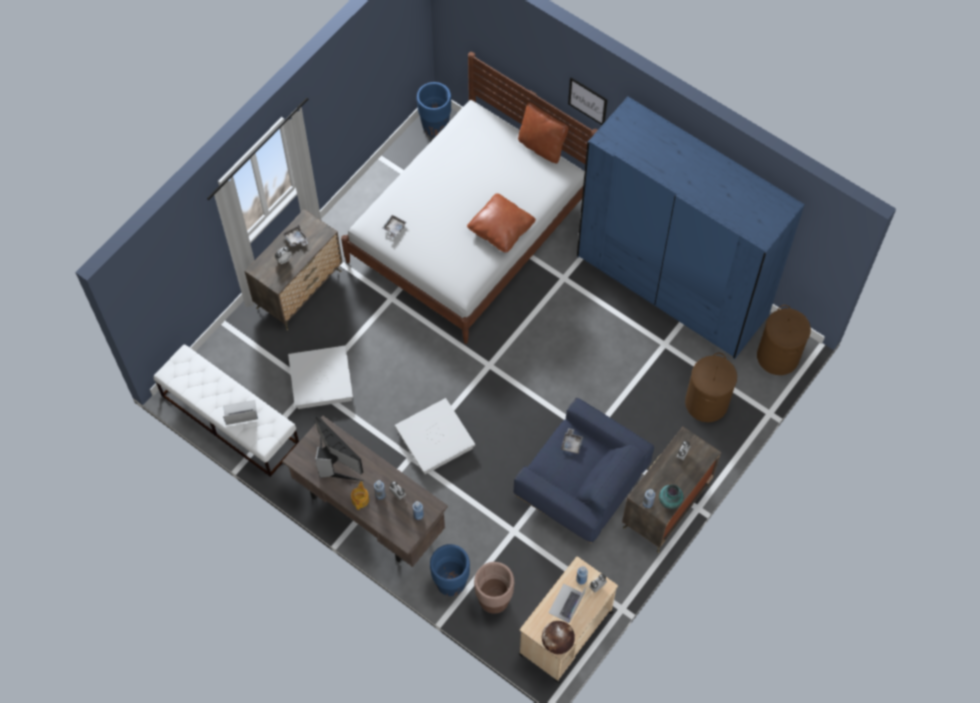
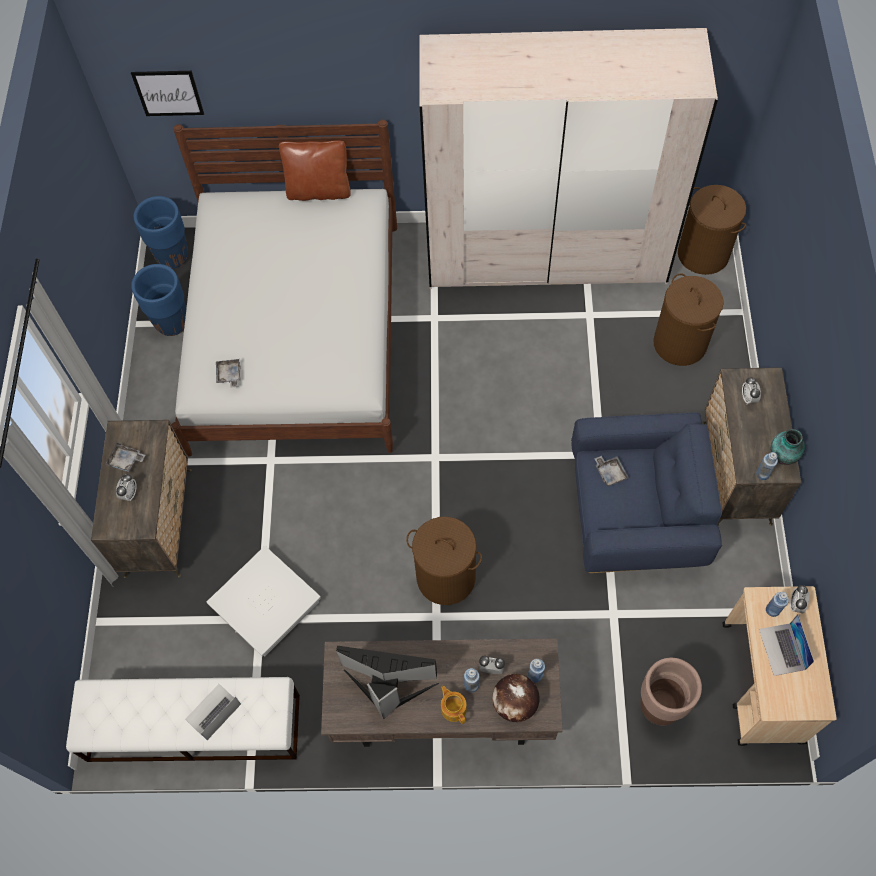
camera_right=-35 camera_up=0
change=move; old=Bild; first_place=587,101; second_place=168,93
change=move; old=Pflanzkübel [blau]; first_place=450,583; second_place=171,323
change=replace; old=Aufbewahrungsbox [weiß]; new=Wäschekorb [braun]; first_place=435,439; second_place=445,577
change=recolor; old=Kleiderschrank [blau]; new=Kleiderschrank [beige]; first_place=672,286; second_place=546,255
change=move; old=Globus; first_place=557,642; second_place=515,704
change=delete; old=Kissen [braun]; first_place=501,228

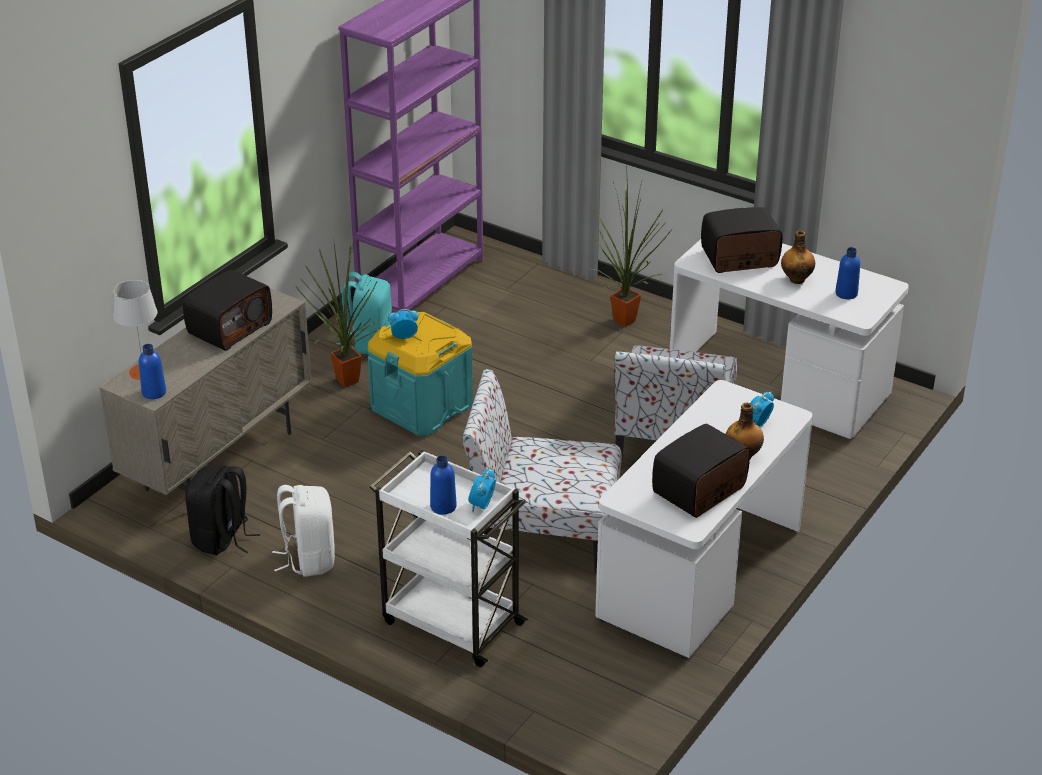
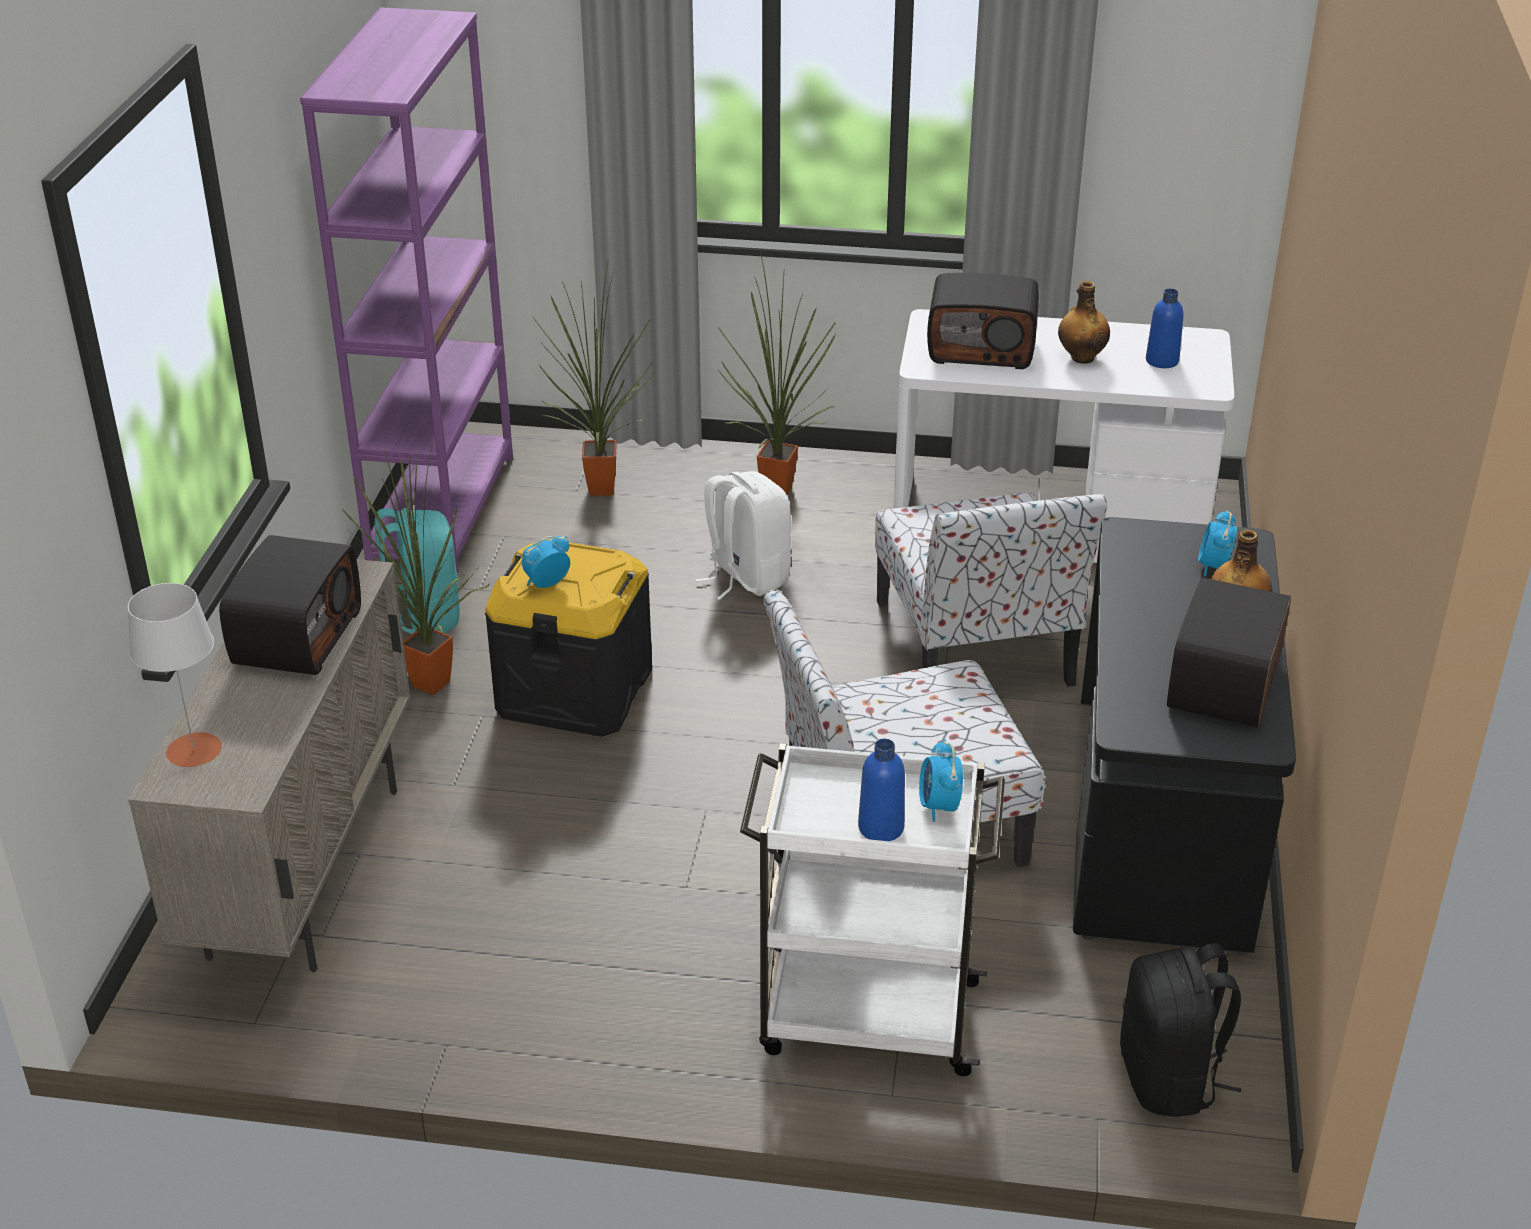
camera_right=-25 camera_up=0
change=recolor; old=Aufbewahrungsbox [türkis]; new=Aufbewahrungsbox [schwarz]; first_place=422,406; second_place=574,691
change=insert; new=Topfpflanze; second_place=600,493
change=move; old=Rucksack [weiß]; first_place=308,559; second_place=745,577
change=rotate; old=Radio; first_place=739,259; second_place=982,348; degrees=-135
change=recolor; old=Schreibtisch [weiß]; new=Schreibtisch [schwarz]; first_place=700,575; second_place=1163,822
change=move; old=Rucksack [schwarz]; first_place=222,539; second_place=1170,1079
change=delete; old=Flasche [blau]; first_place=154,392

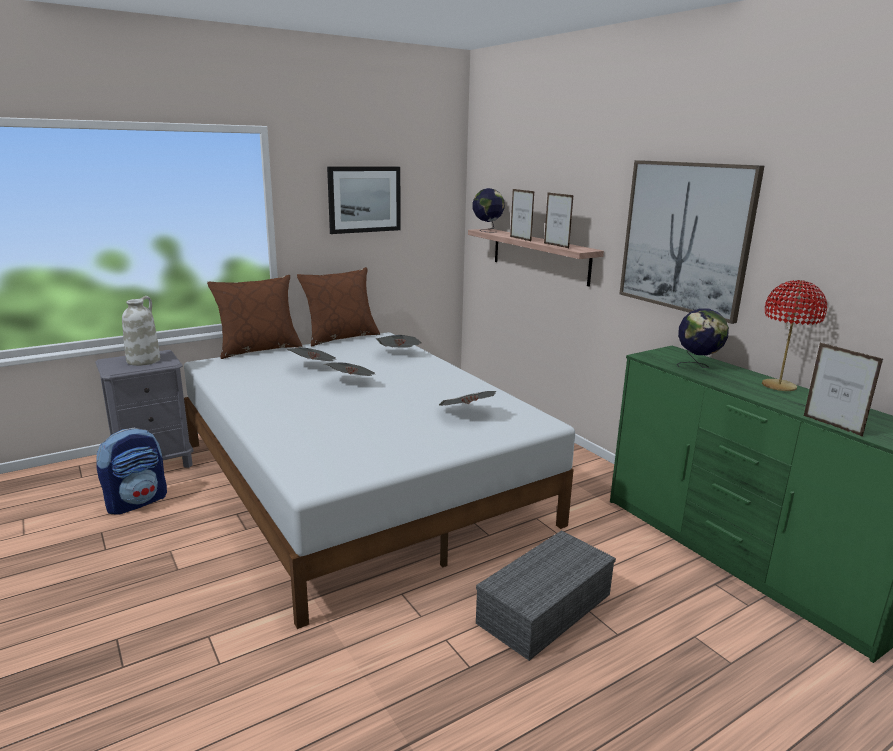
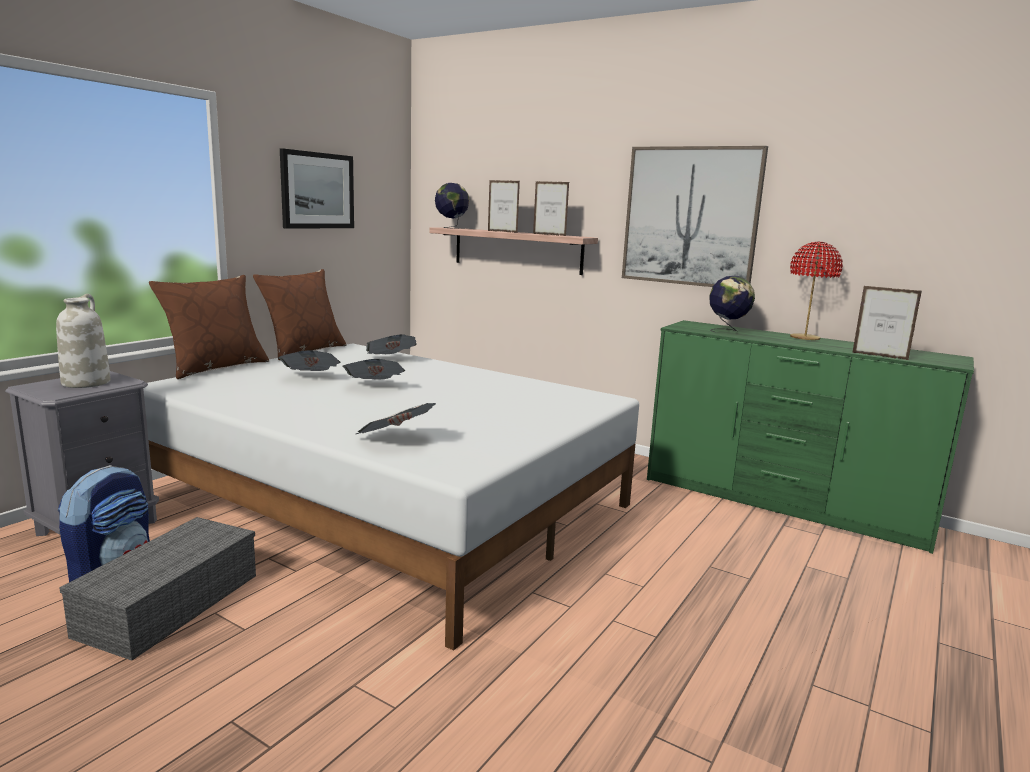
camera_right=-25 camera_up=-5
change=move; old=Aufbewahrungsbox [grau]; first_place=545,606; second_place=170,602
change=move; old=Zeitung; first_place=466,413; second_place=395,439

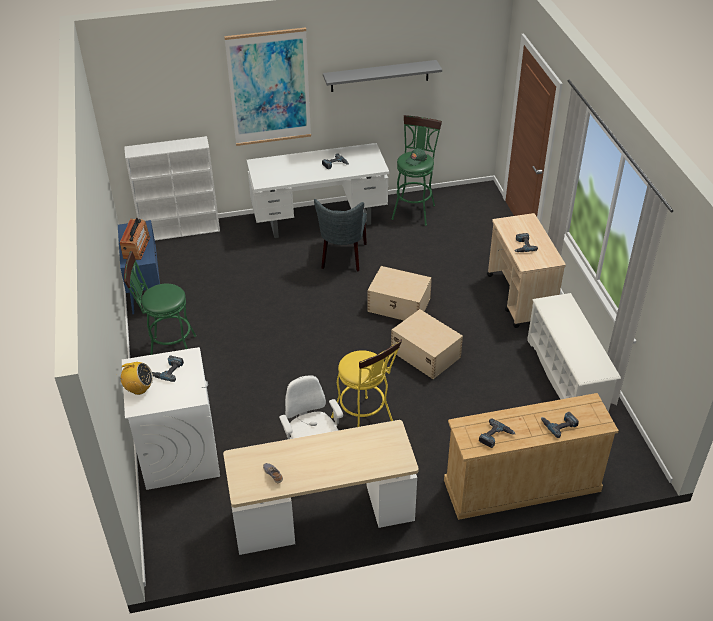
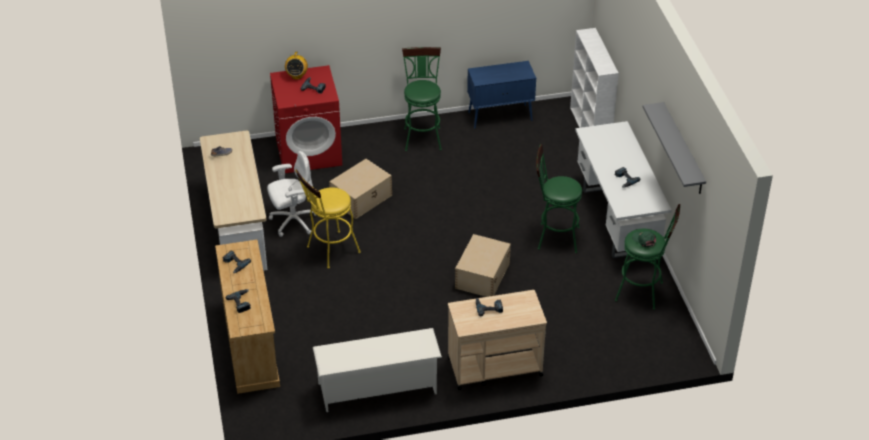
camera_right=90 camera_up=0
change=recolor; old=Waschmaschine [weiß]; new=Waschmaschine [rot]; first_place=179,453; second_place=309,151
change=move; old=Aufbewahrungsbox [beige]; first_place=425,353; second_place=362,198
change=replace; old=Stuhl [grau]; new=Hocker [grün]; first_place=343,258; second_place=554,237
change=delete; old=Radio; first_place=136,247
change=delete; old=Bild; first_place=269,87

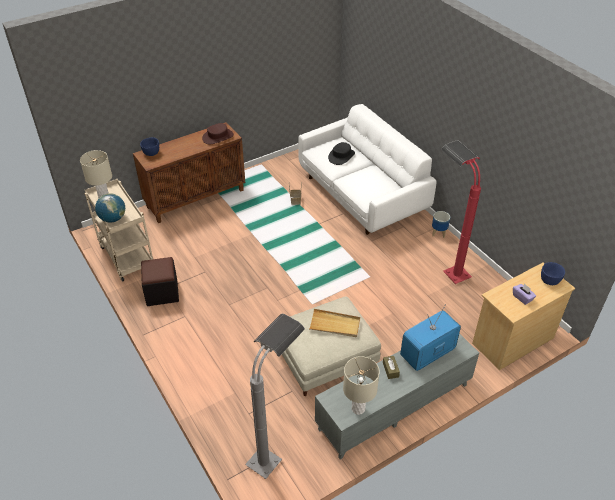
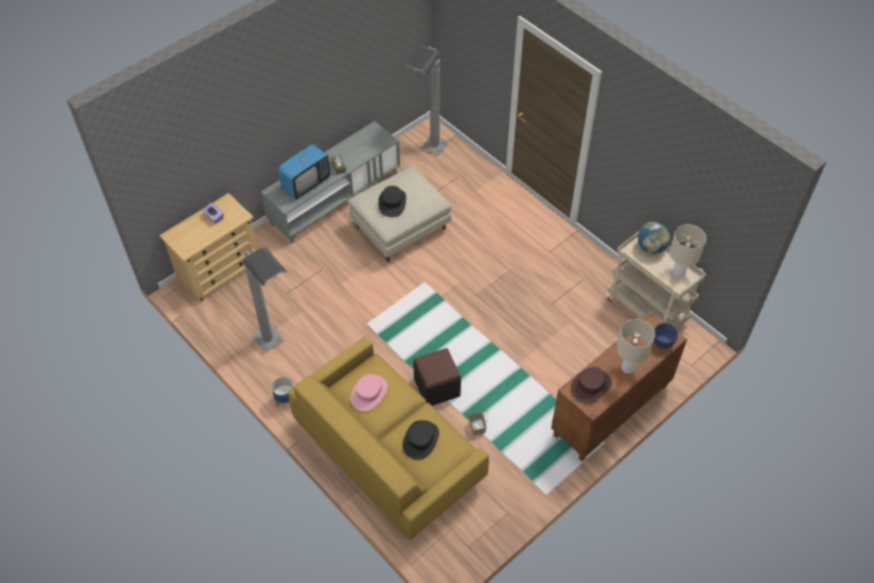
camera_right=170 camera_up=10
change=recolor; old=Stehlampe [rot]; new=Stehlampe [grau]; first_place=447,266; second_place=278,351
change=recolor; old=Sofa [weiß]; new=Sofa [gelb]; first_place=362,194; second_place=388,454
change=insert; new=Hut [rosa]; second_place=369,393
change=replace; old=Tablett [beige]; new=Hut [schwarz]; first_place=335,325; second_place=392,203
change=move; old=Polsterhocker [schwarz]; first_place=162,293; second_place=437,387
change=move; old=Tischlampe [beige]; first_place=358,409; second_place=628,367
change=delete; old=Schüssel [blau]; first_place=550,280

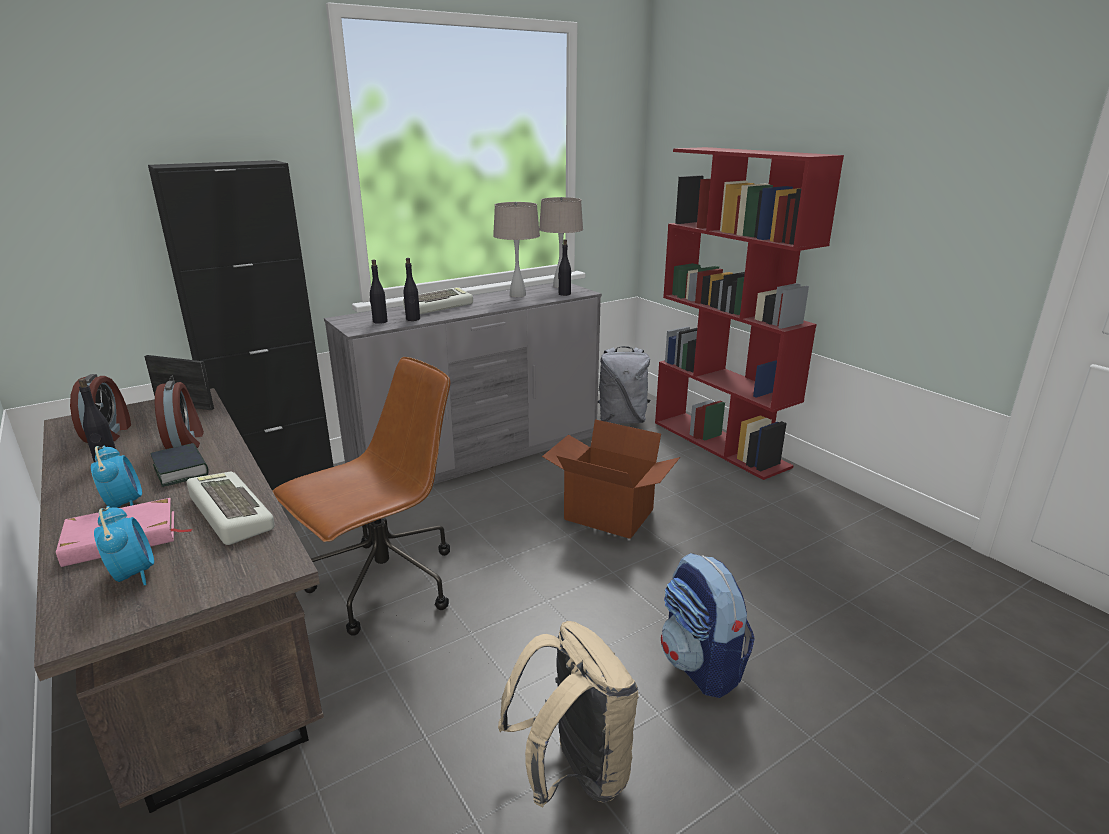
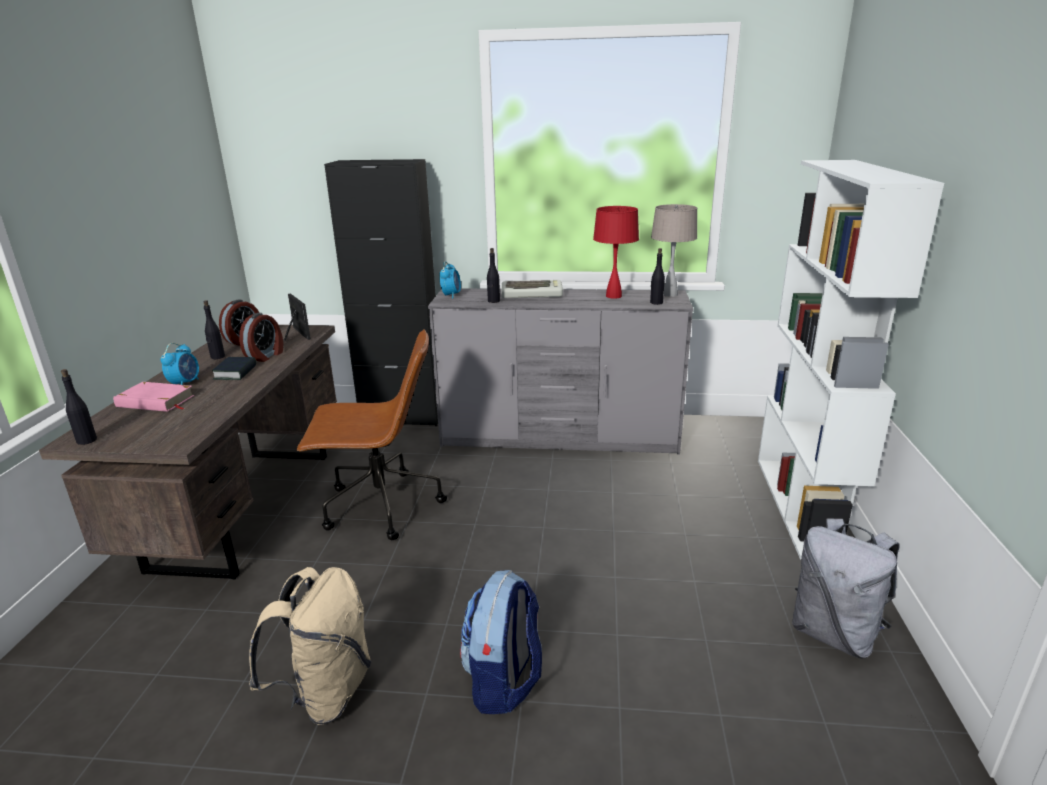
camera_right=40 camera_up=0
change=move; old=Flasche [schwarz]; first_place=380,321; second_place=86,440
change=move; old=Wecker; first_place=133,574; second_place=451,295
change=recolor; old=Tischlampe [beige]; new=Tischlampe [rot]; first_place=518,295; second_place=614,296
change=recolor; old=Bücherregal [rot]; new=Bücherregal [weiß]; first_place=720,444; second_place=802,506
change=move; old=Rucksack [grau]; first_place=622,420; second_place=834,633
change=delete; old=Tastatur; first_place=227,514
change=delete; old=Karton; first_place=608,515

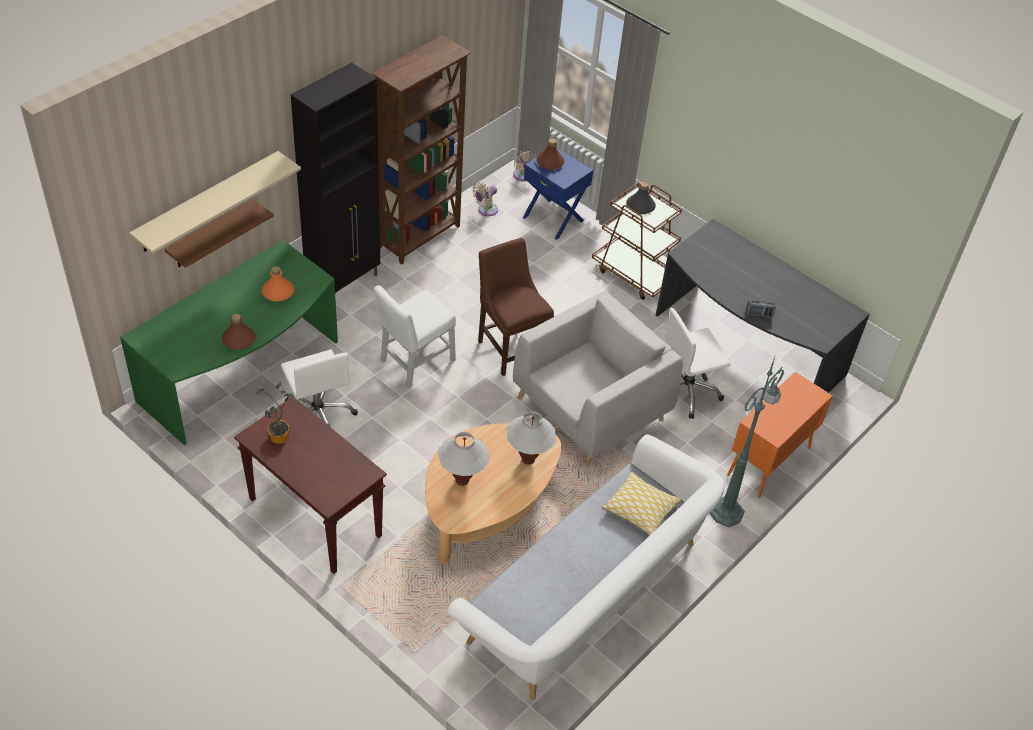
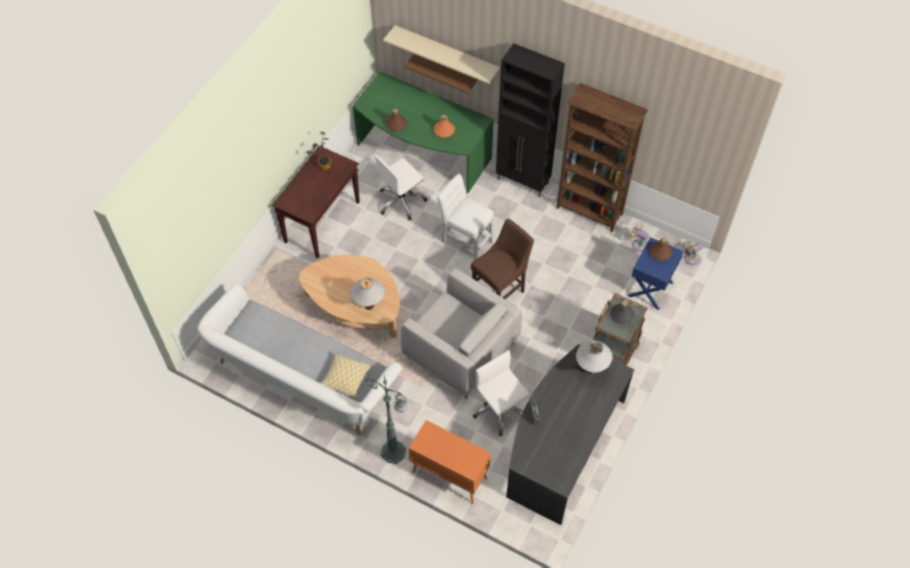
camera_right=80 camera_up=10
change=move; old=Tischlampe [weiß]; first_place=462,480; second_place=591,370

